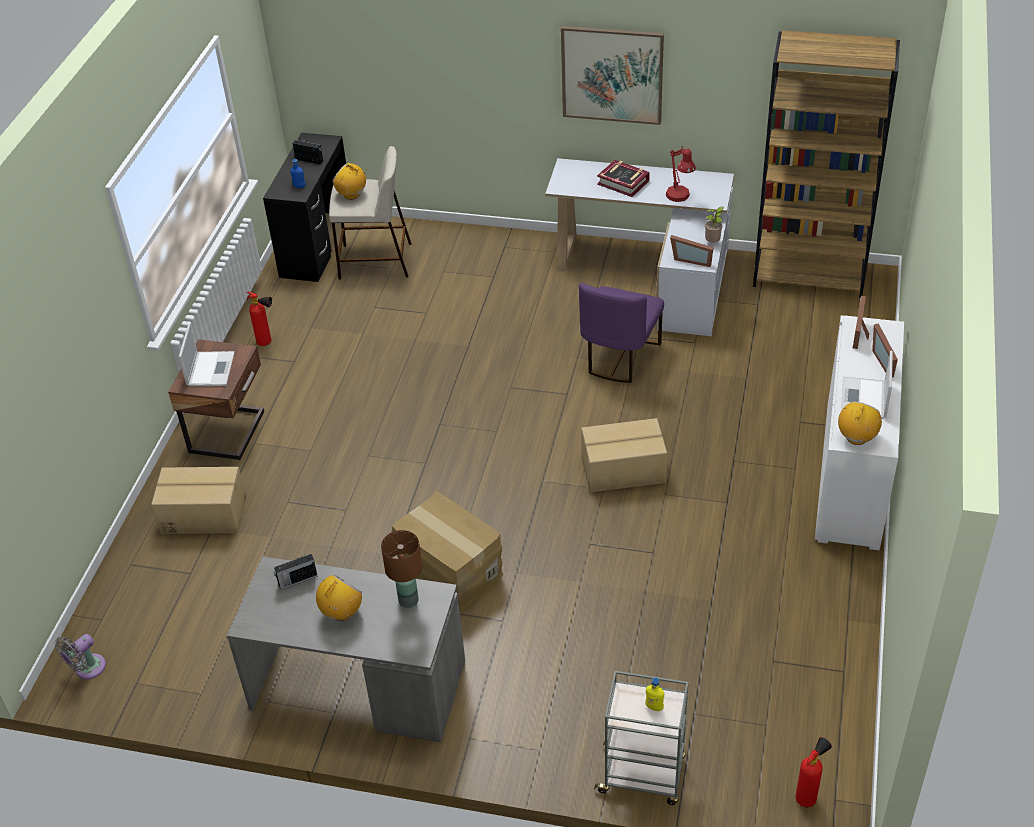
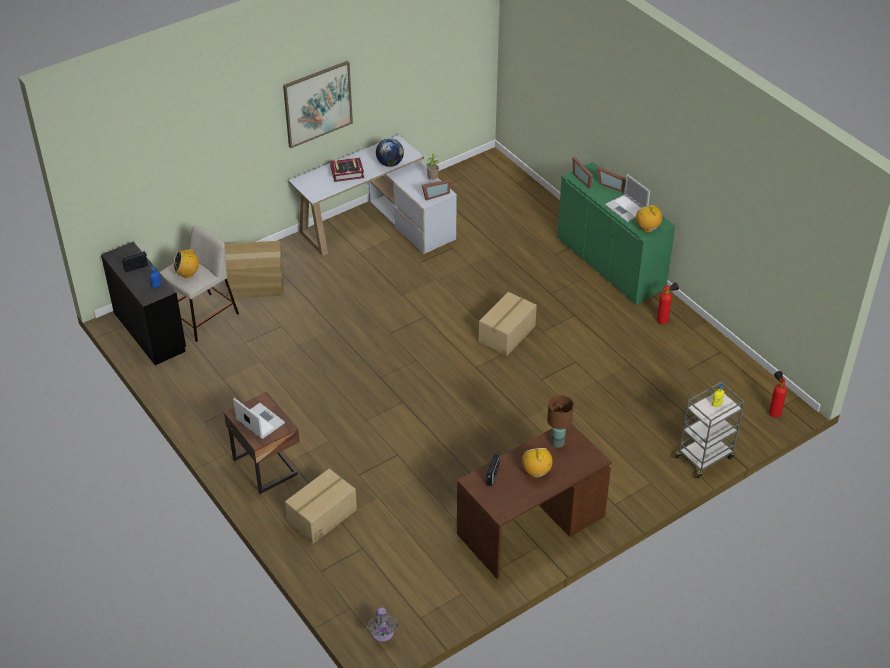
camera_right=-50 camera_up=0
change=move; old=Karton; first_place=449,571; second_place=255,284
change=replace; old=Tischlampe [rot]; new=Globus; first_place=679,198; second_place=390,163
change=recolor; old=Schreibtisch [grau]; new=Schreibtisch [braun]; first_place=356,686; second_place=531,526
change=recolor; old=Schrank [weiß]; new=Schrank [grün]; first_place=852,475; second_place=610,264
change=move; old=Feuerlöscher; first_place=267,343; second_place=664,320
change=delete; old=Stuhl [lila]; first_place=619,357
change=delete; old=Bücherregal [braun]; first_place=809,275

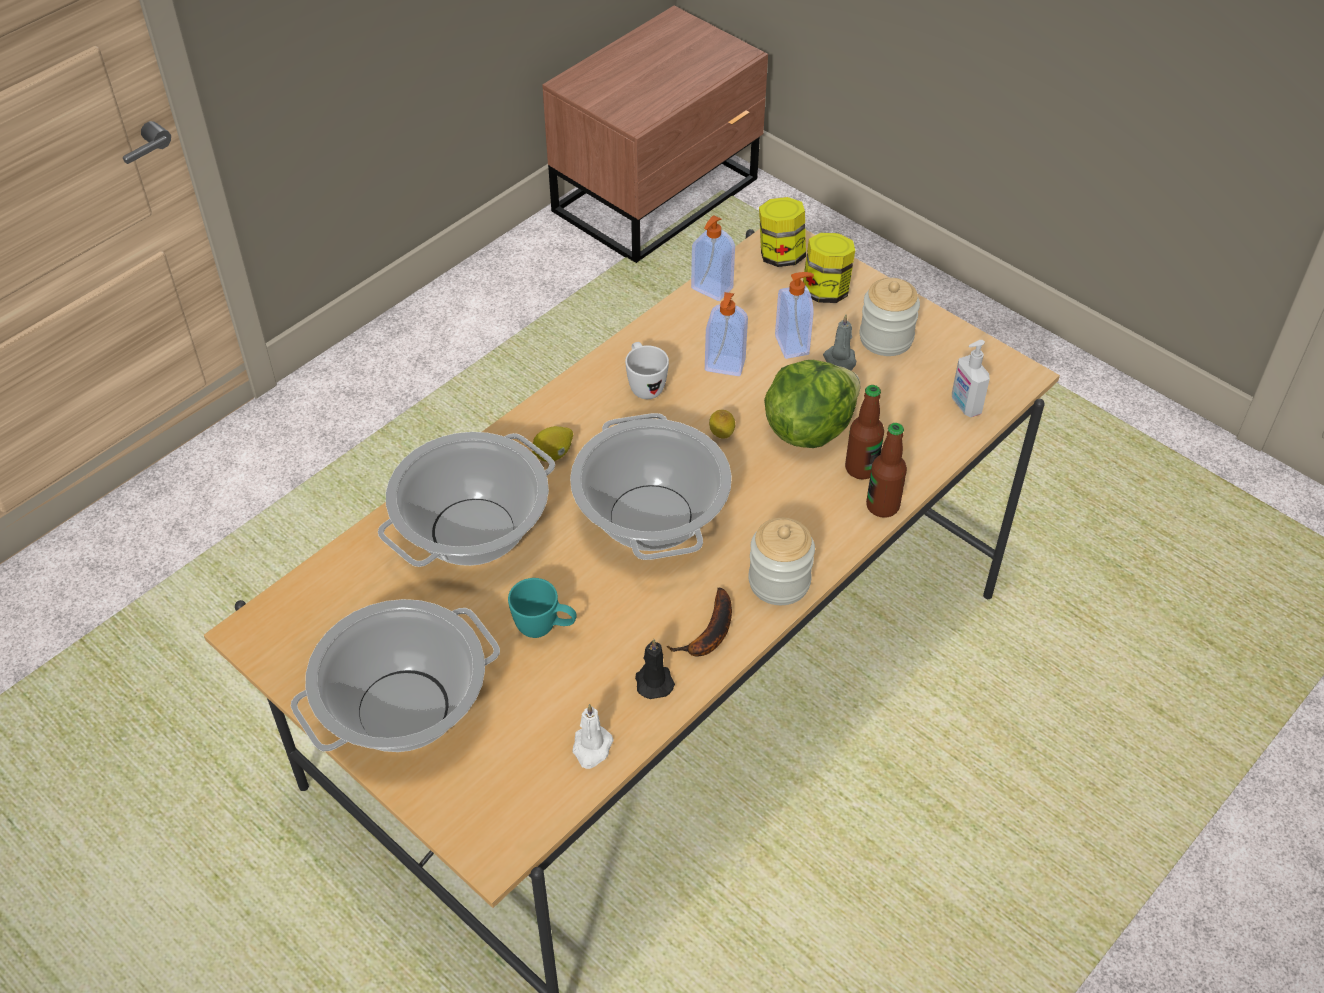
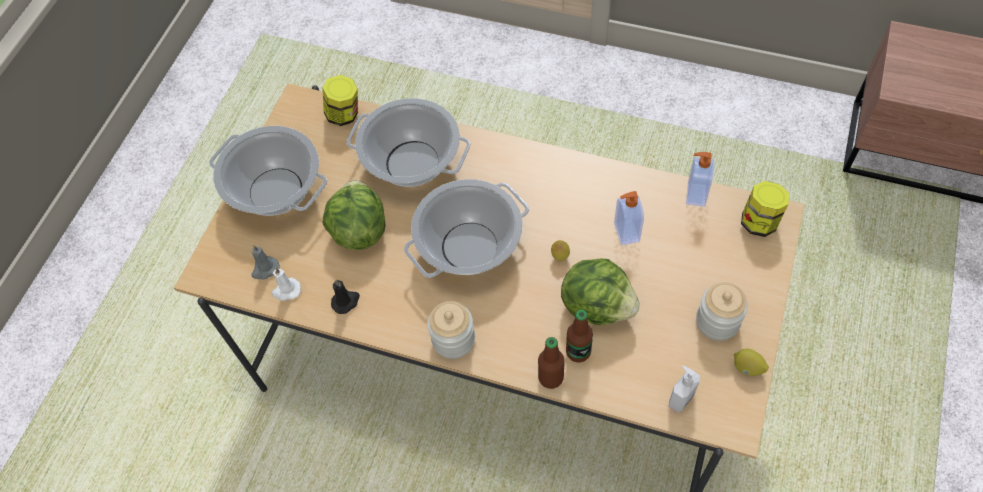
camera_right=70 camera_up=10
change=move; old=Kerze [grau]; first_place=840,362; second_place=265,269
change=move; old=Vorratsglas; first_place=825,291; second_place=344,114
change=replace; old=Henkelbecher [türkis]; new=Salatkopf; first_place=545,628; second_place=359,230
change=move; old=Zitrone; first_place=553,454; second_place=747,368
change=delete; old=Henkelbecher [weiß]; first_place=644,385
change=delete; old=Banane; first_place=709,634
change=delete; old=Seifenspender; first_place=793,345

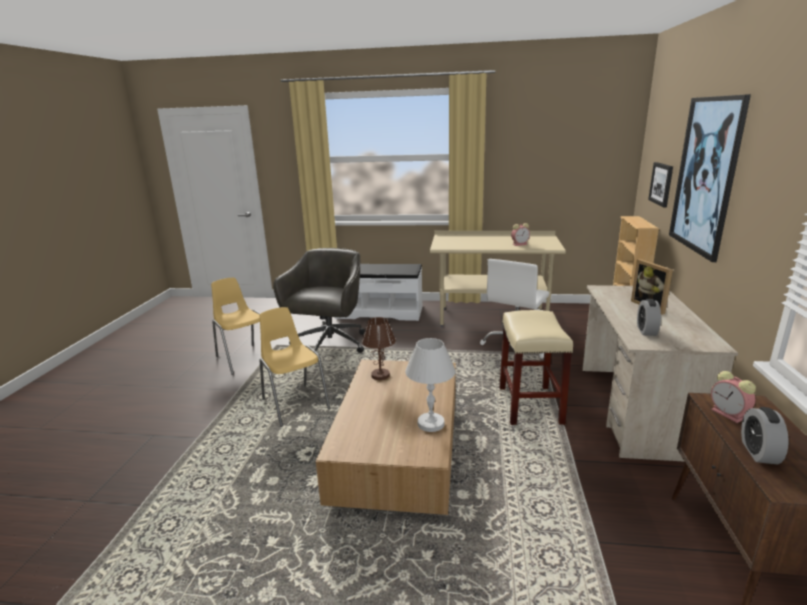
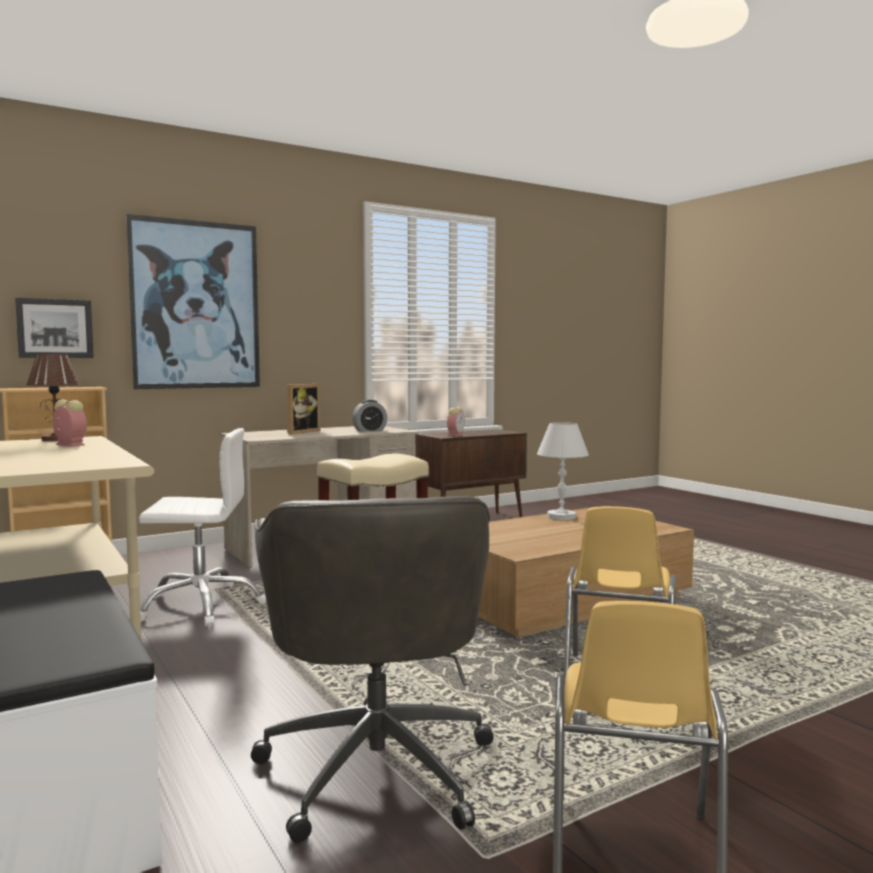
camera_right=-130 camera_up=-15
change=move; old=Tischlampe [braun]; first_place=380,375; second_place=57,439
change=rotate; old=Bürostuhl [grau]; first_place=329,345; second_place=377,765; degrees=-75
change=delete; old=Wecker; first_place=758,452

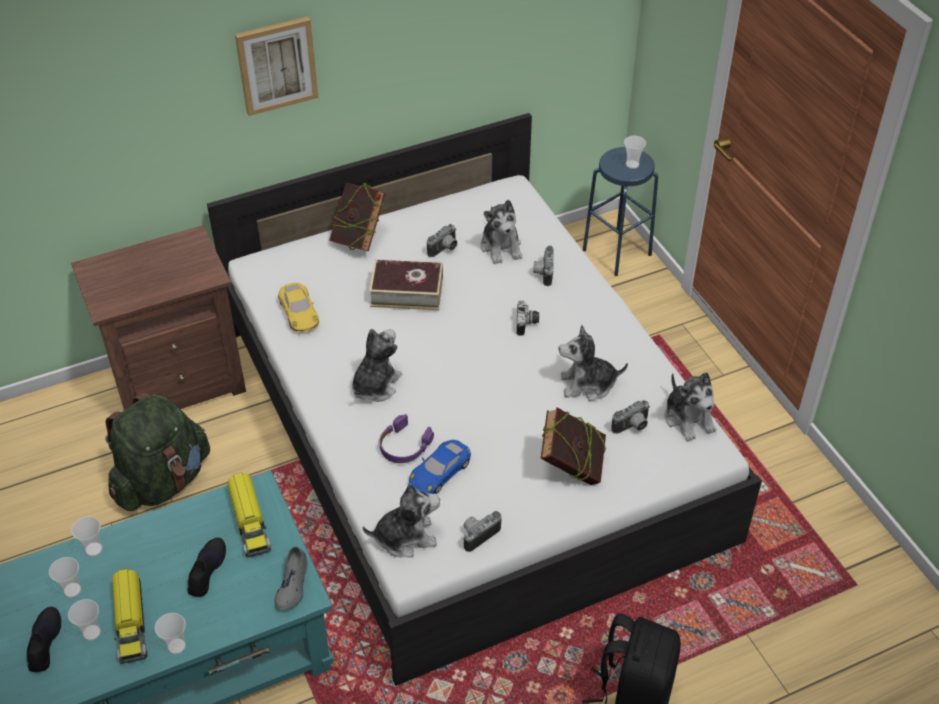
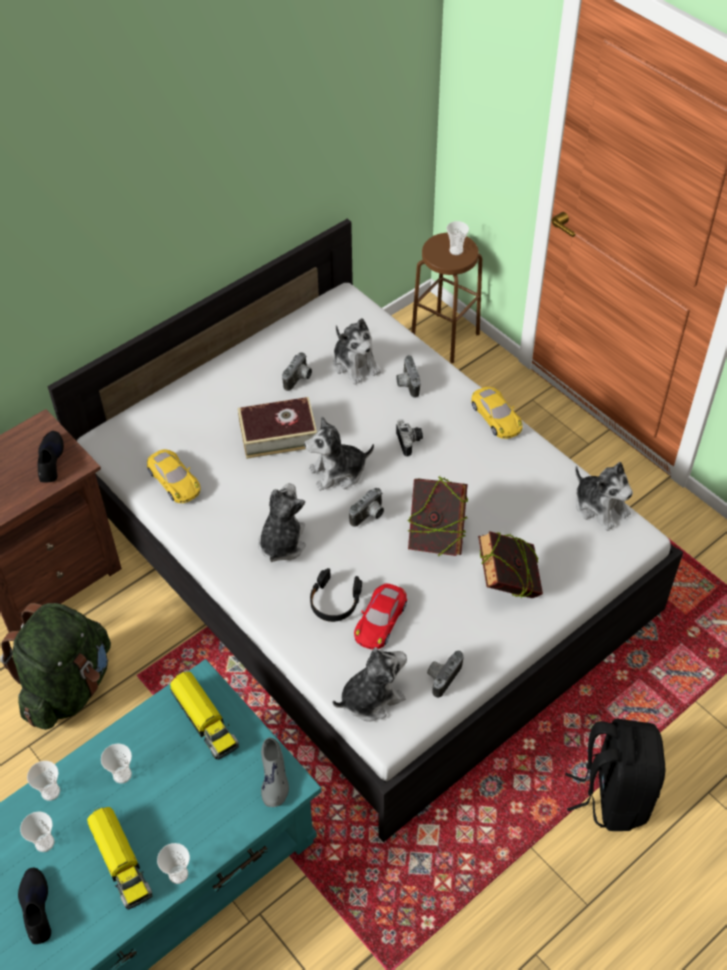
camera_right=-15 camera_up=5
change=move; old=Schuh [schwarz]; first_place=206,570; second_place=50,460
change=move; old=Tasse; first_place=91,632; second_place=122,775
change=move; old=Plüschtier; first_place=588,385; second_place=338,473
change=recolor; old=Kopfhörer [lila]; new=Kopfhörer [schwarz]; first_place=404,446; second_place=334,601
change=move; old=Kamera; first_place=632,427; second_place=369,516
change=recolor; old=Spielzeugauto [blau]; new=Spielzeugauto [rot]; first_place=440,471; second_place=380,620
change=move; old=Buch; first_place=359,239; second_place=436,537
change=recolor; old=Hocker [blau]; new=Hocker [braun]; first_place=617,252; second_place=445,337
change=insert; new=Spielzeugauto [gelb]; second_place=496,416
change=delete; old=Bild; first_place=276,65

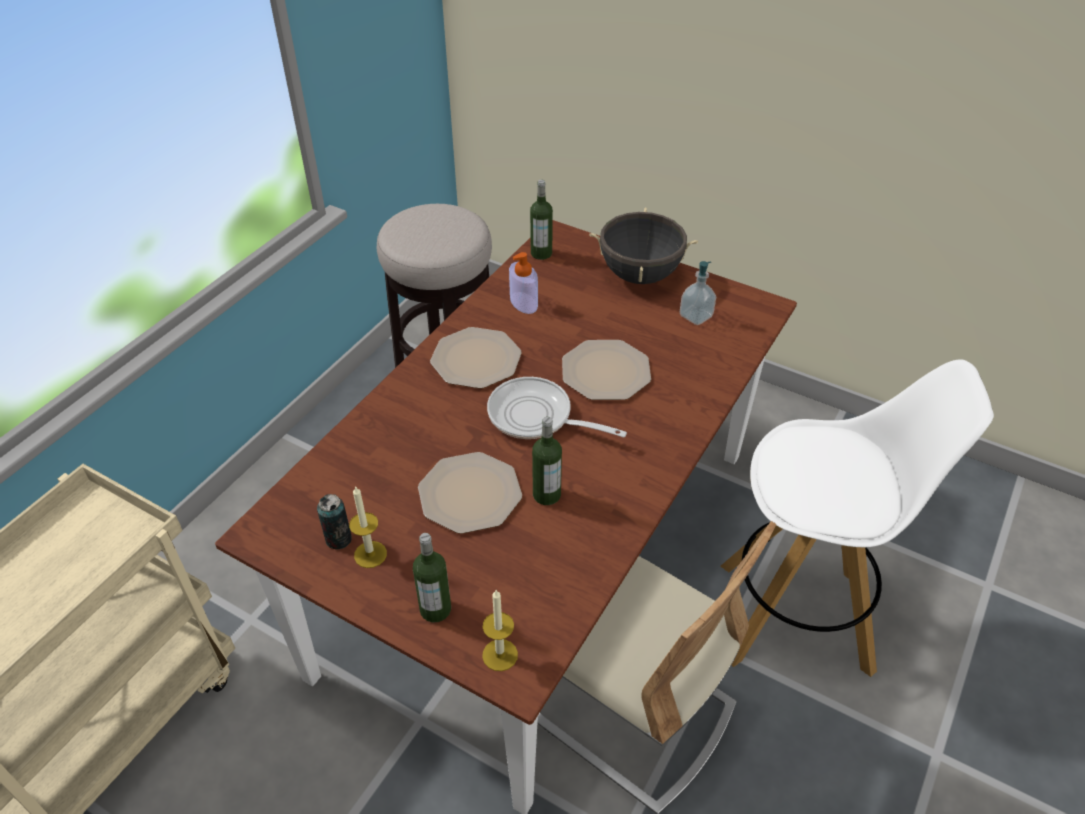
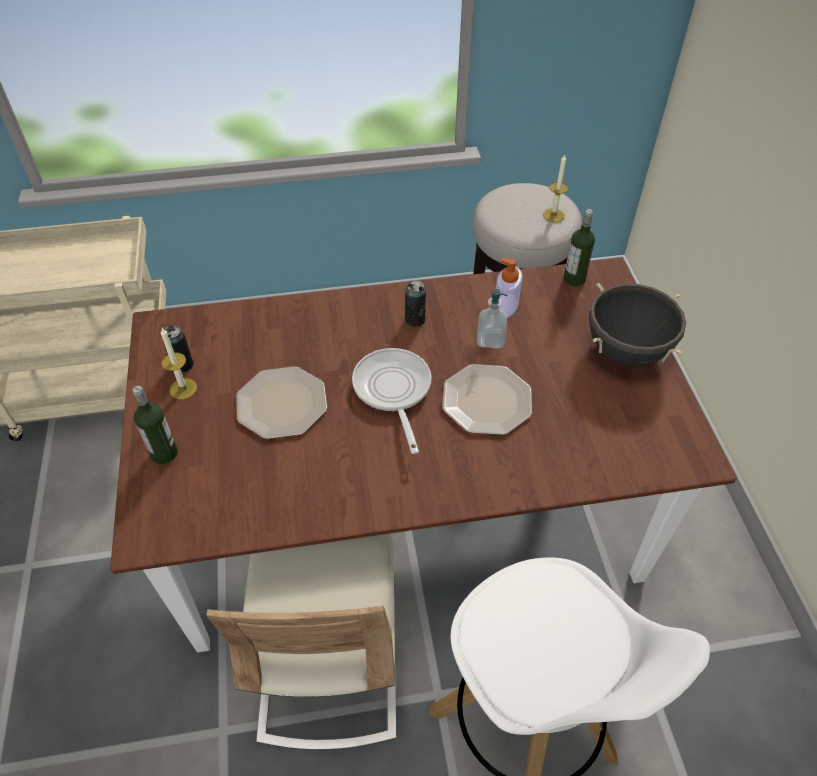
camera_right=50 camera_up=5
change=replace; old=Teller; new=Dose; first_place=475,359; second_place=415,319
change=move; old=Seifenspender; first_place=696,316; second_place=490,340
change=move; old=Kerze; first_place=500,655; second_place=553,215
change=delete; old=Flasche; first_place=546,494

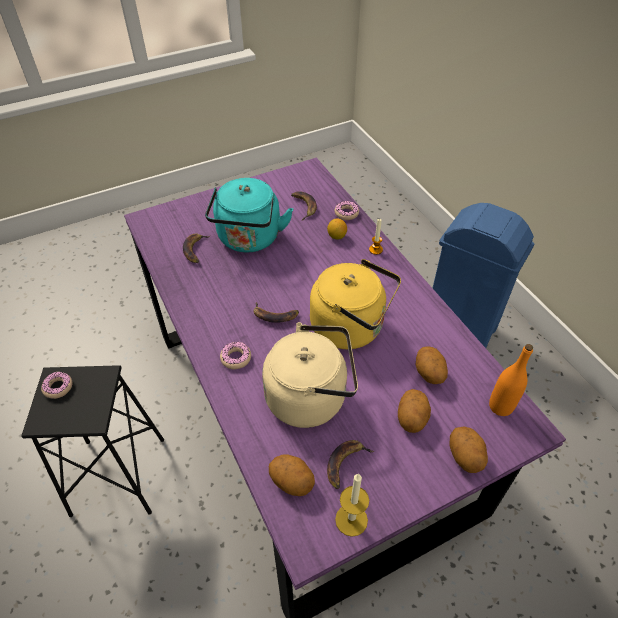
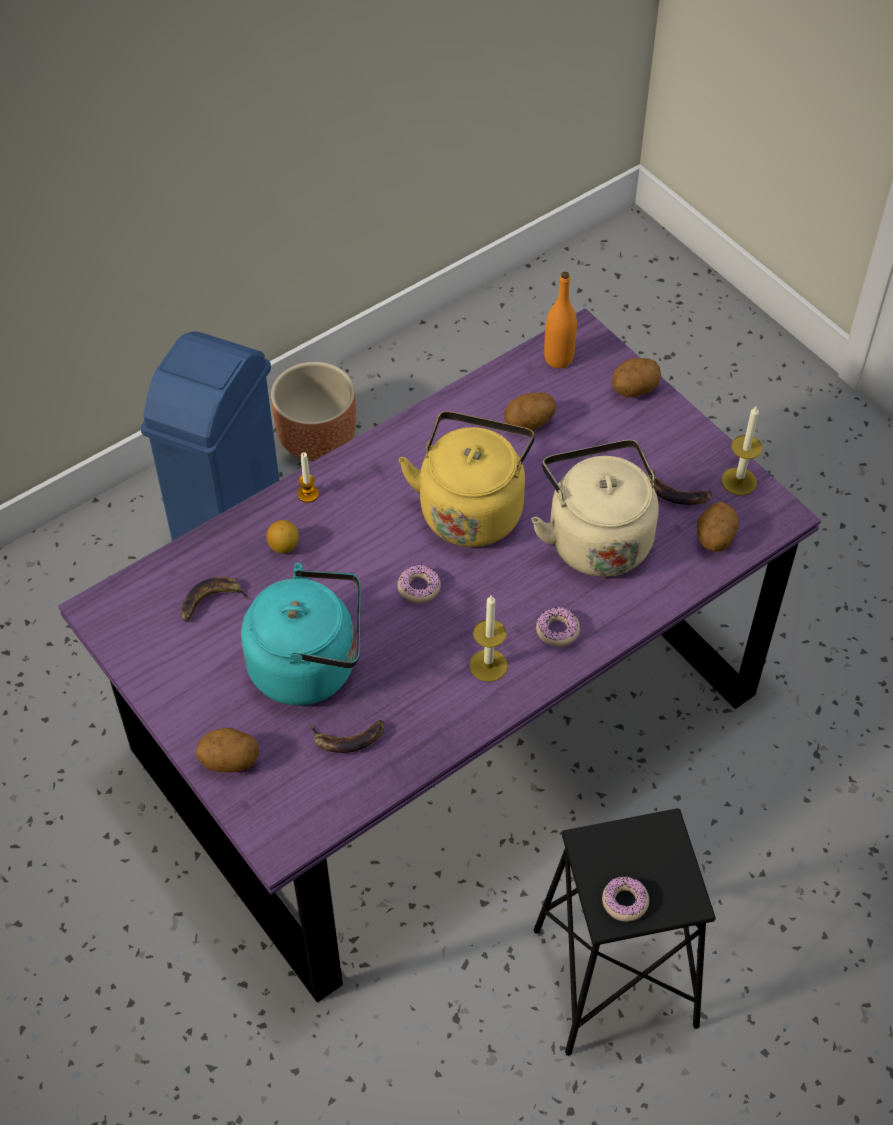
camera_right=-100 camera_up=5
change=move; old=Kartoffel; first_place=412,419; second_place=230,761
change=insert; new=Pflanzkübel [braun]; second_place=316,439
change=move; old=Donut; first_place=346,213; second_place=419,588
change=insert; new=Kerze; second_place=488,665
change=delete; old=Banane; first_place=275,315

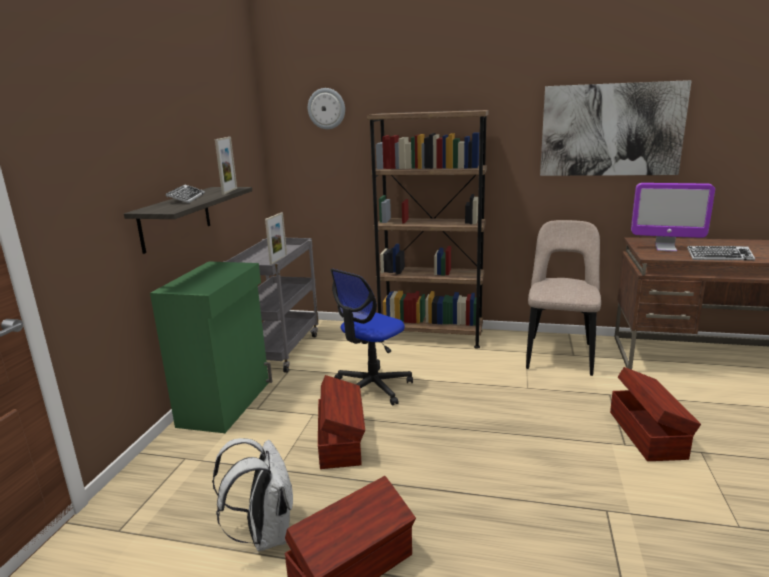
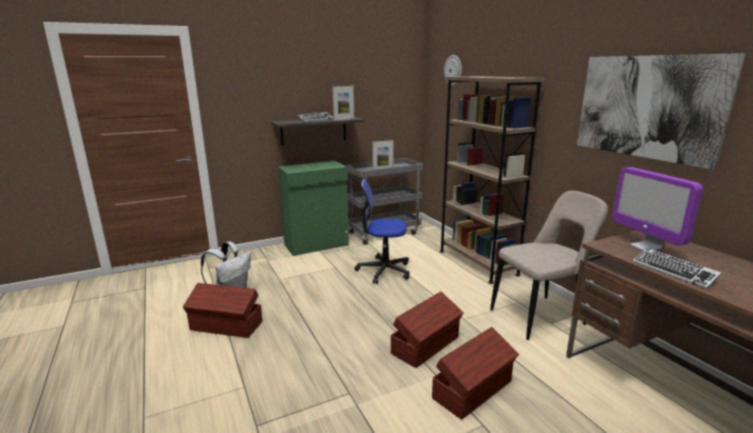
camera_right=50 camera_up=0
change=move; old=Aufbewahrungsbox [braun]; first_place=341,440; second_place=426,345

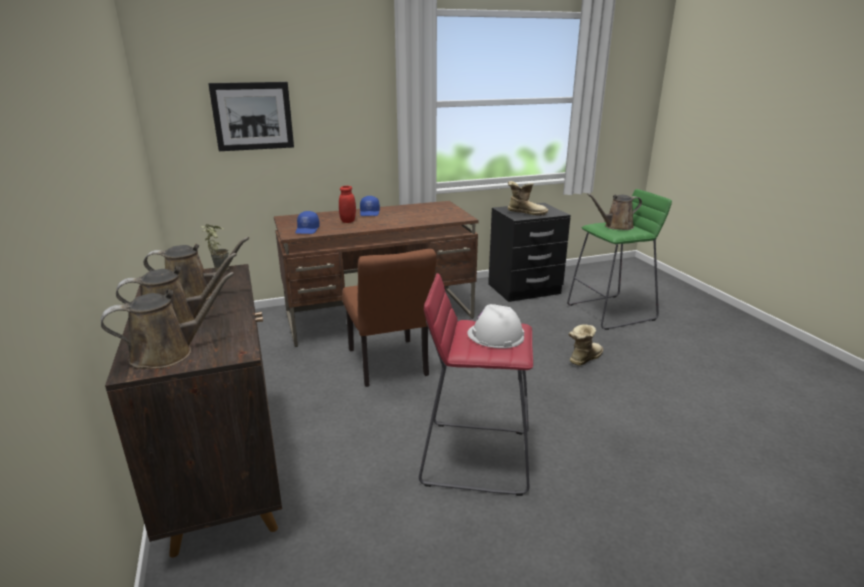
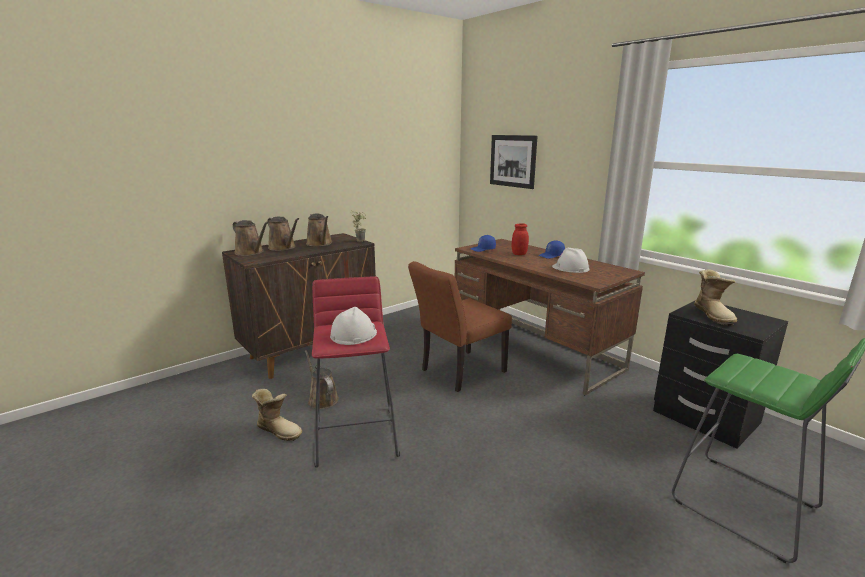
camera_right=70 camera_up=-5
change=move; old=Stiefel; first_place=583,358; second_place=279,430
change=move; old=Gießkanne [braun]; first_place=616,226; second_place=322,399
change=insert; new=Schutzhelm [weiß]; second_place=570,268

